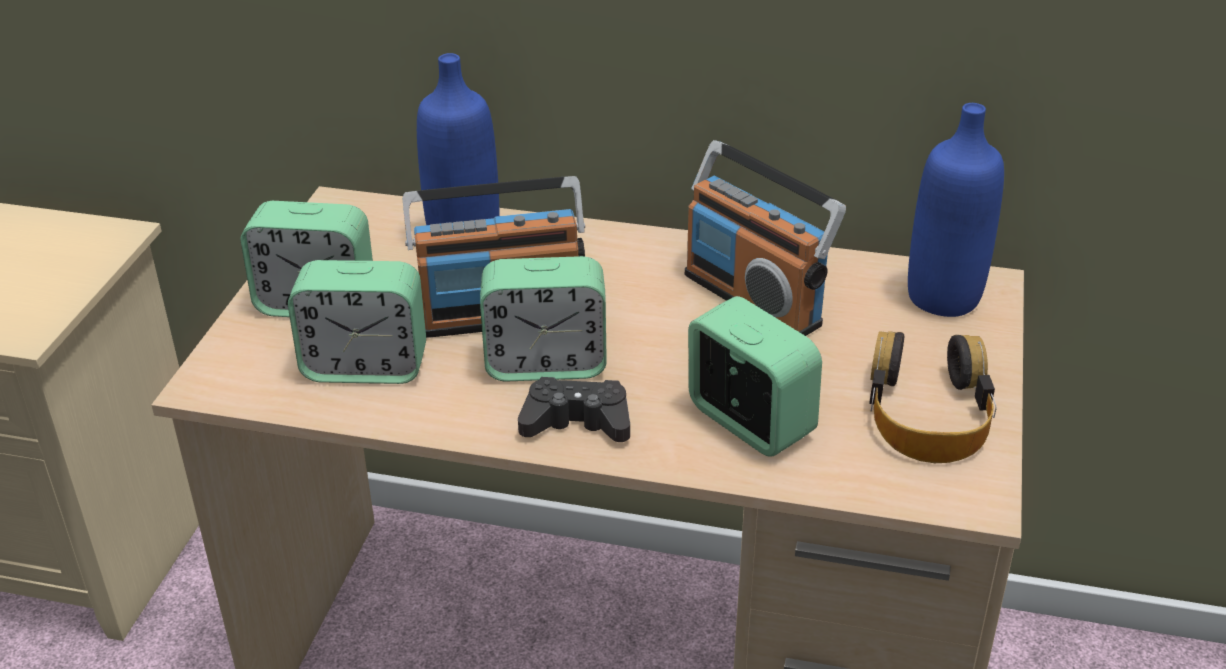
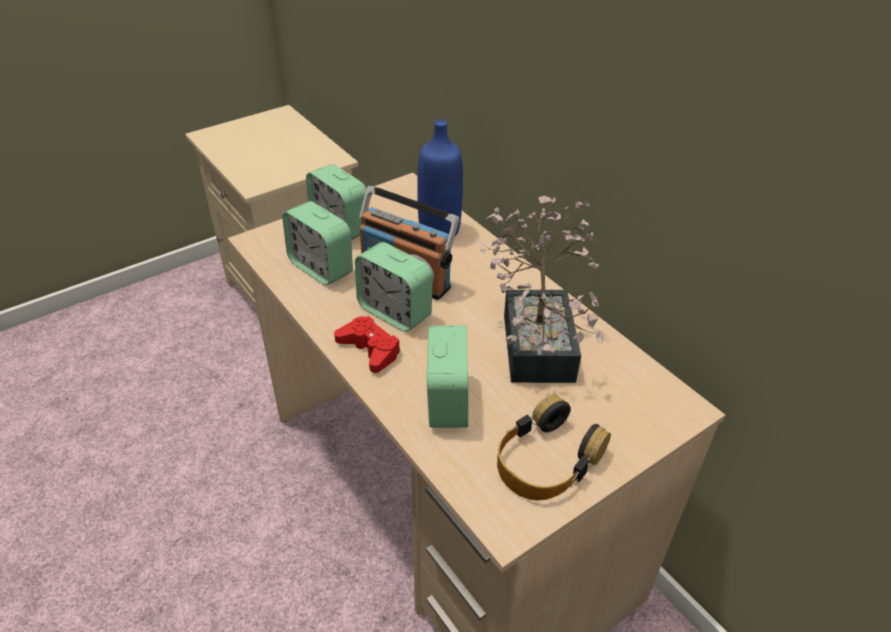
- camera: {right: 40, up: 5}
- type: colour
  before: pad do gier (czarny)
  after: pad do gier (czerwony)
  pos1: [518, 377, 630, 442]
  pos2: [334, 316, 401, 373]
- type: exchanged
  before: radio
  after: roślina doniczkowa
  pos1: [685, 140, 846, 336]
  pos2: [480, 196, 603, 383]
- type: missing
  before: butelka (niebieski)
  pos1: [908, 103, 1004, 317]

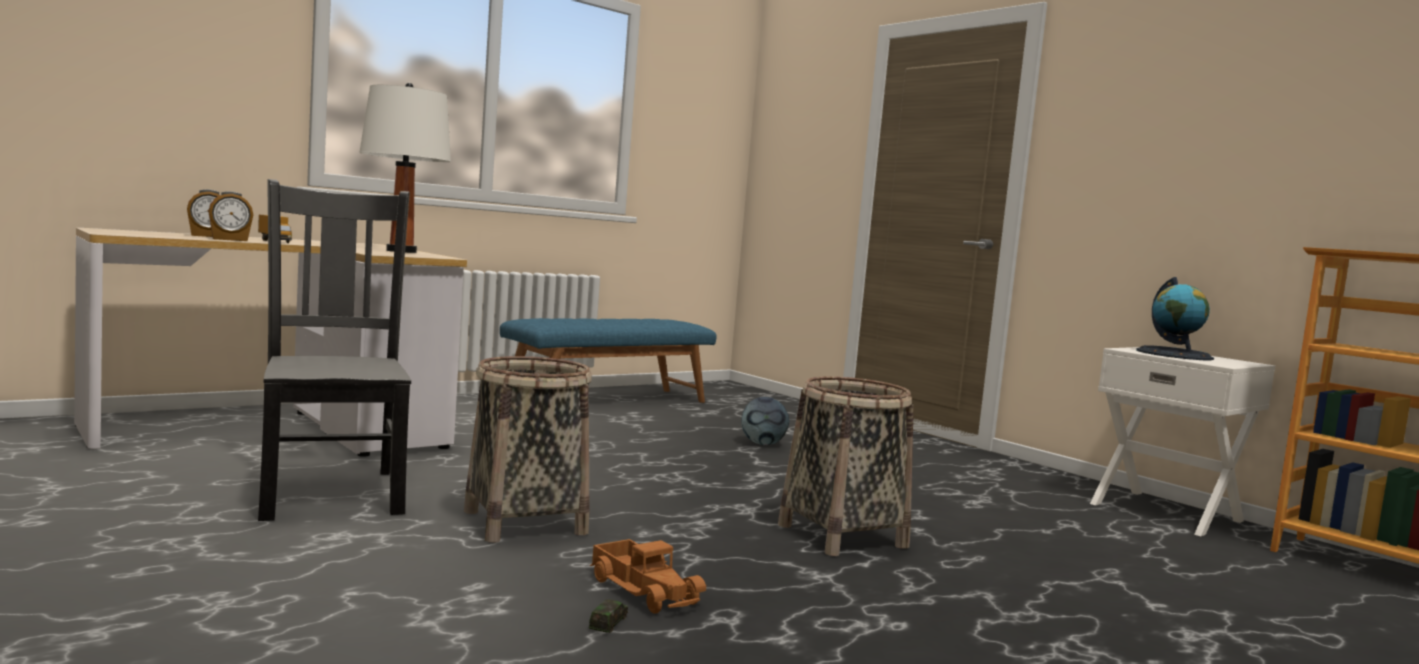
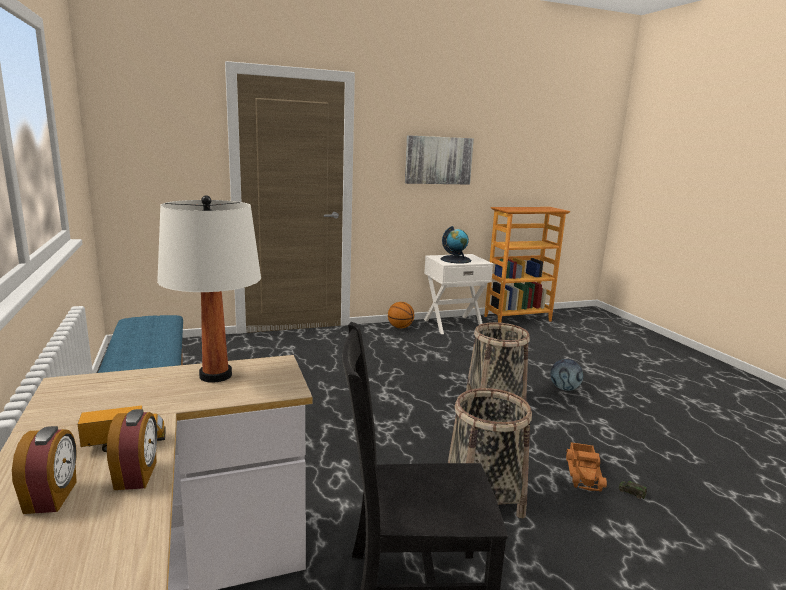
- camera: {right: -70, up: 10}
- type: spun
  before: ciężarówka zabawkowa
  pos1: [589, 539, 706, 614]
  pos2: [566, 442, 607, 492]
  turn: 120
- type: relocated
  before: piłka futbolowa
  pos1: [741, 397, 790, 445]
  pos2: [550, 359, 583, 391]
- type: appeared
  after: piłka do koszykówki
  pos2: [388, 302, 414, 328]
- type: appeared
  after: obraz
  pos2: [405, 135, 474, 184]

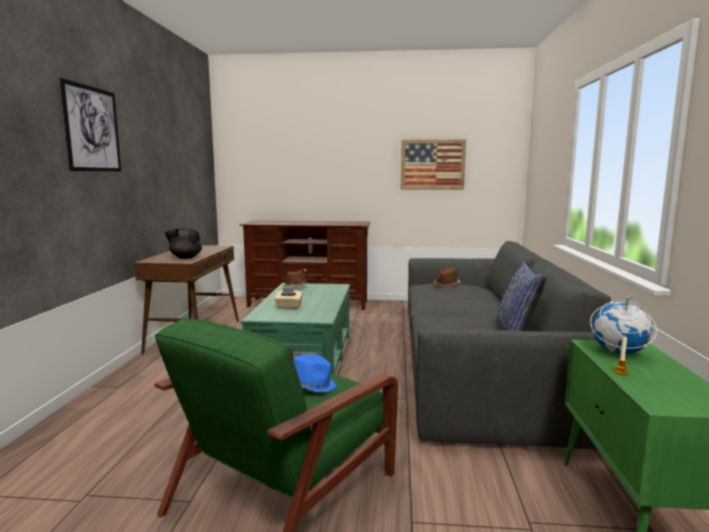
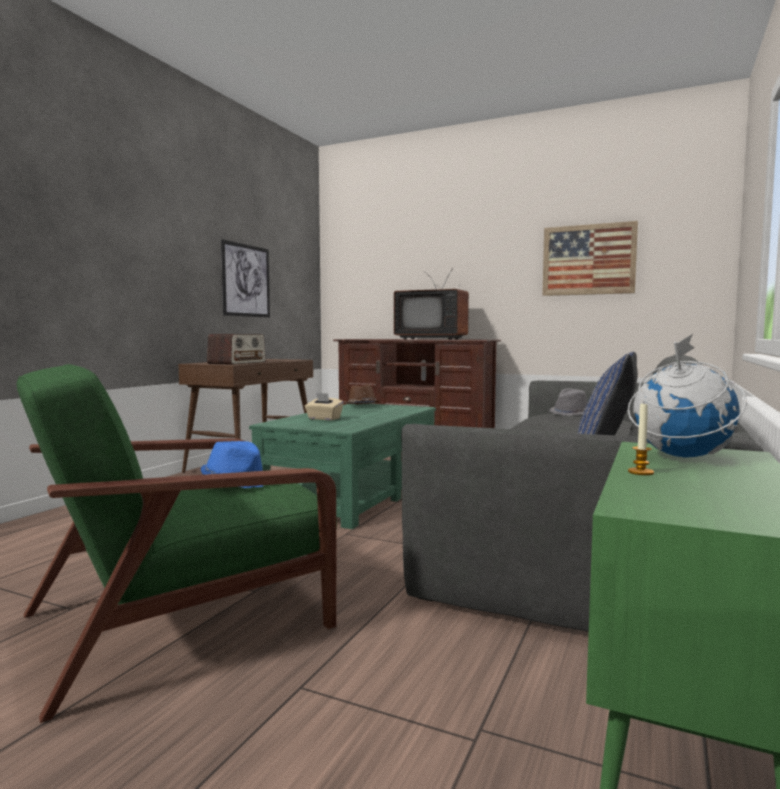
- camera: {right: 20, up: -5}
- type: relocated
  before: obraz
  pos1: [59, 78, 121, 171]
  pos2: [221, 239, 270, 317]
- type: exchanged
  before: imbryk (czarny)
  after: radio
  pos1: [165, 227, 202, 259]
  pos2: [207, 334, 266, 365]
- type: colour
  before: kapelusz (brązowy)
  after: kapelusz (szary)
  pos1: [433, 267, 461, 288]
  pos2: [550, 388, 587, 416]
- type: appeared
  after: telewizor
  pos2: [394, 268, 469, 340]

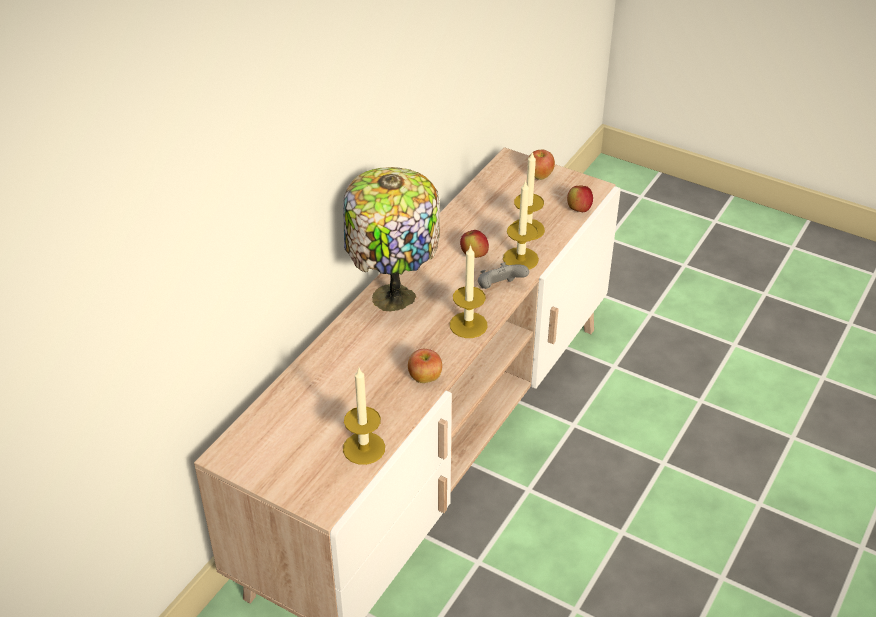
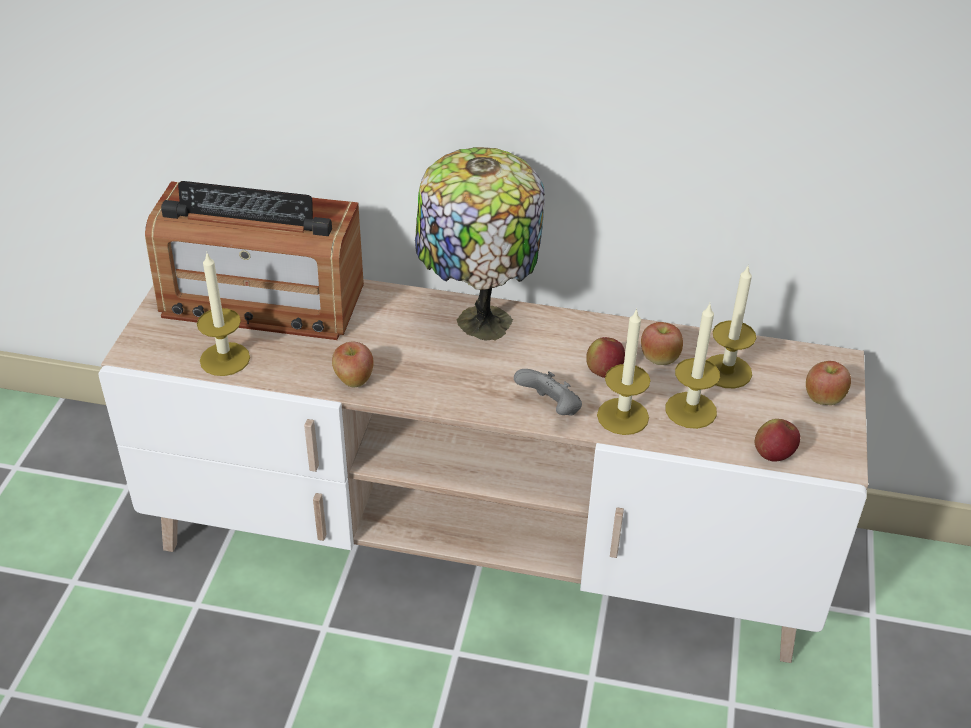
- camera: {right: 70, up: 0}
- type: relocated
  before: świeca
  pos1: [450, 245, 488, 338]
  pos2: [707, 264, 756, 388]
- type: appeared
  after: radio
  pos2: [145, 181, 364, 340]
- type: appeared
  after: jabłko
  pos2: [641, 322, 683, 365]

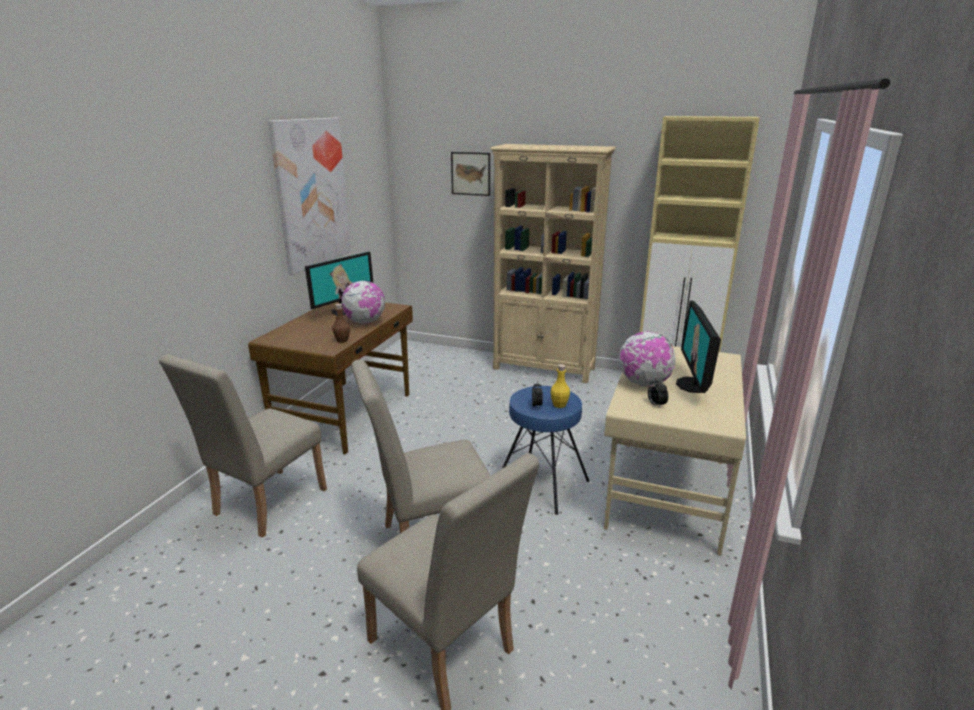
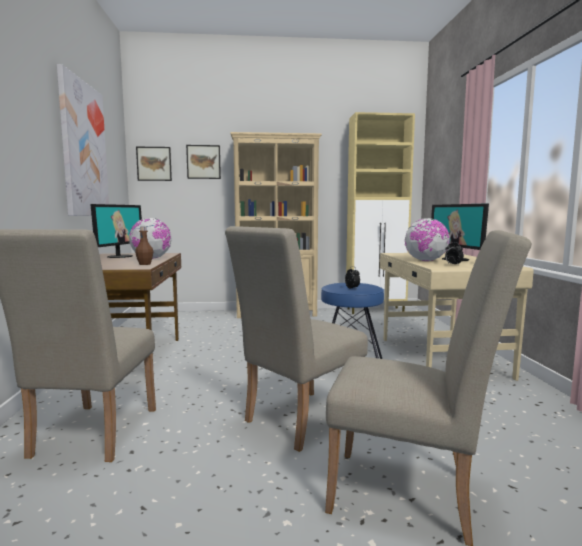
- camera: {right: -25, up: -15}
- type: missing
  before: butelka (żółty)
  pos1: [551, 364, 570, 408]
- type: appeared
  after: obraz
  pos2: [136, 147, 172, 181]

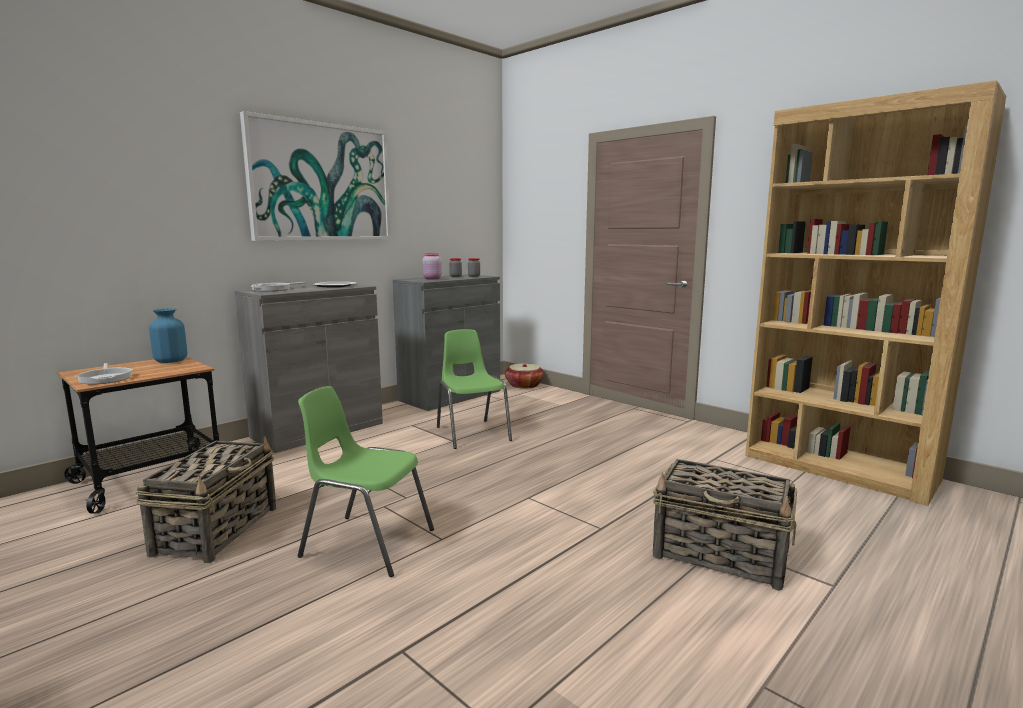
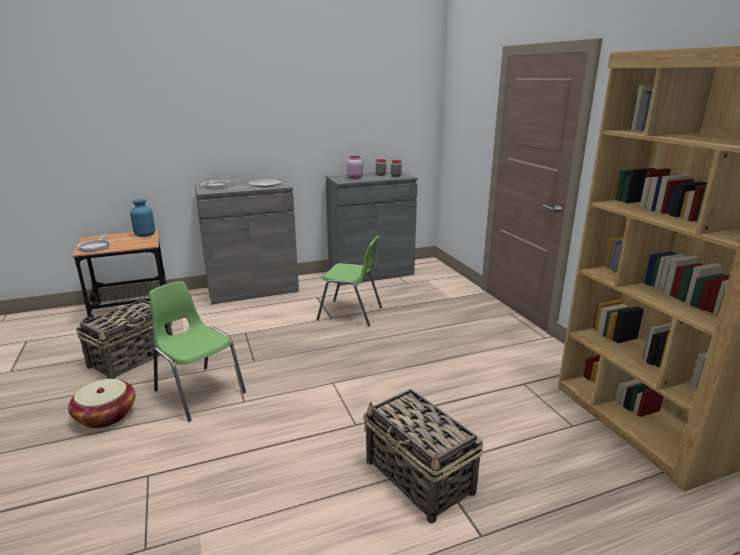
- camera: {right: 25, up: 10}
- type: missing
  before: obraz
  pos1: [240, 111, 391, 241]
- type: spun
  before: krzesło (zielony)
  pos1: [437, 329, 512, 449]
  pos2: [317, 236, 382, 327]
  turn: 105
- type: relocated
  before: koszyk
  pos1: [505, 363, 544, 389]
  pos2: [68, 379, 135, 428]

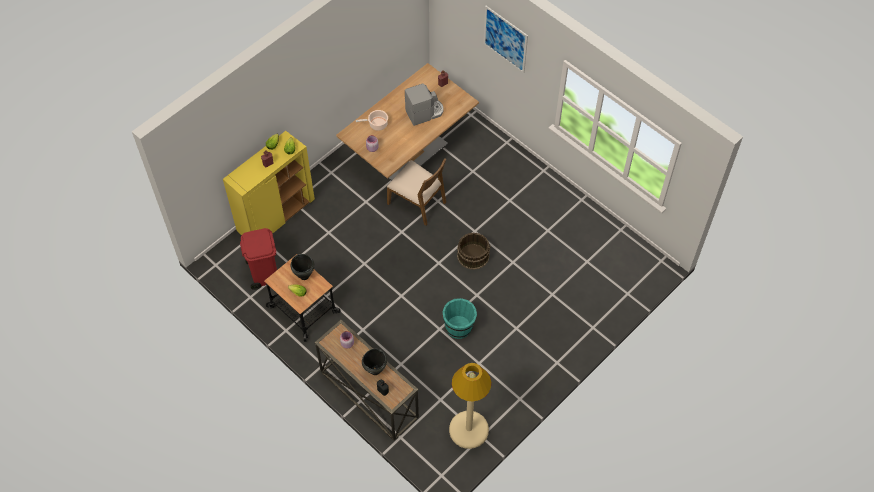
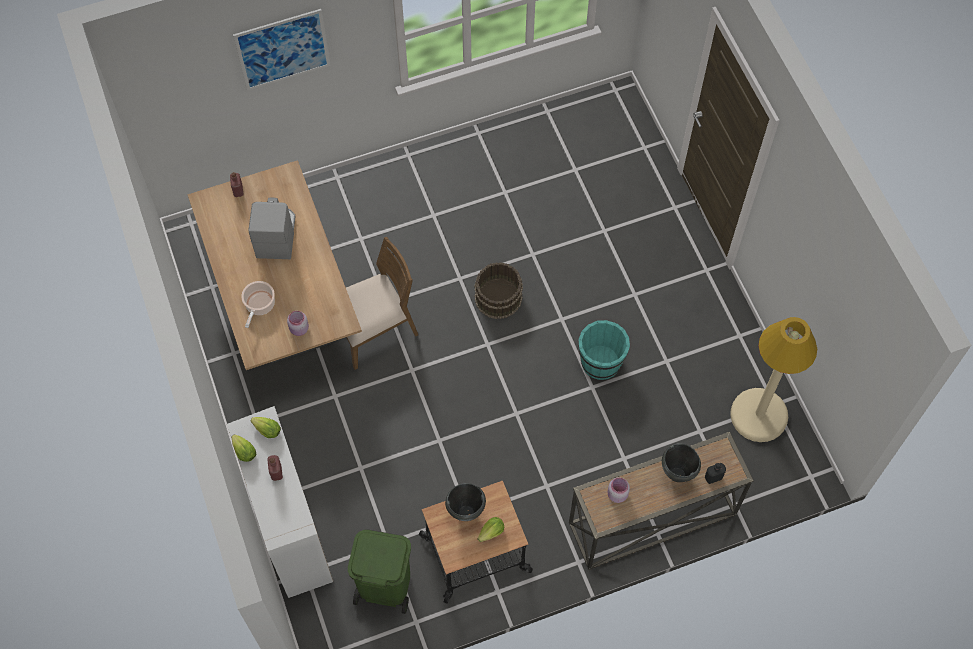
- camera: {right: -65, up: 5}
- type: colour
  before: szafka (żółty)
  after: szafka (biały)
  pos1: [223, 131, 315, 235]
  pos2: [227, 406, 333, 598]
- type: colour
  before: kosz na śmieci (czerwony)
  after: kosz na śmieci (zielony)
  pos1: [240, 228, 277, 290]
  pos2: [348, 530, 411, 614]

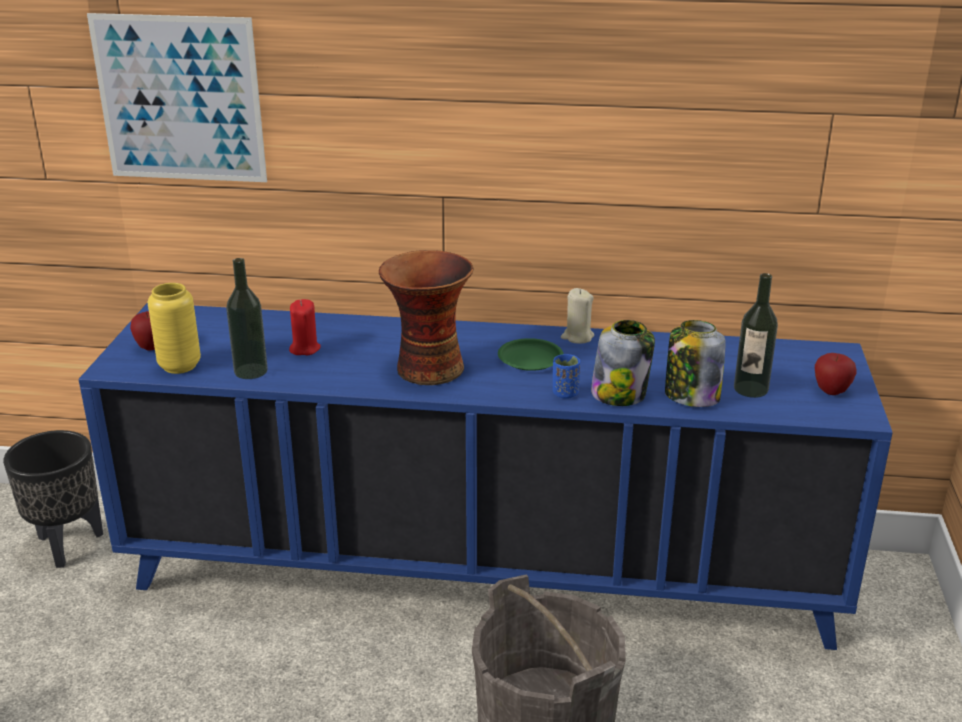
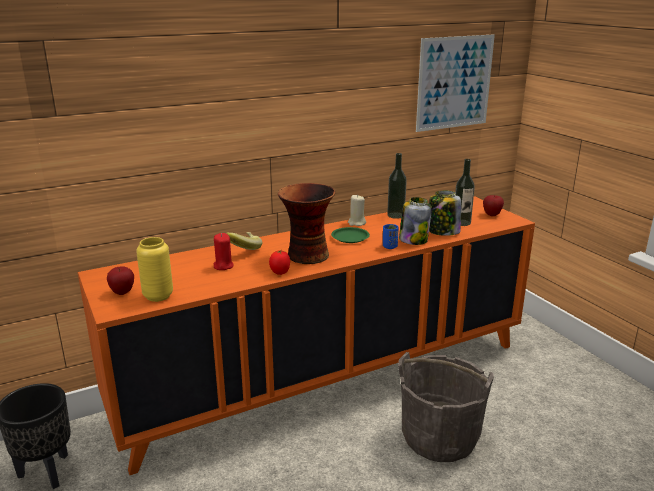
- camera: {right: -35, up: -5}
- type: colour
  before: szafka (niebieski)
  after: szafka (pomarańczowy)
  pos1: [79, 303, 893, 650]
  pos2: [78, 196, 535, 475]
- type: relocated
  before: obraz
  pos1: [87, 13, 267, 182]
  pos2: [416, 34, 495, 132]
- type: relocated
  before: butelka
  pos1: [226, 258, 268, 379]
  pos2: [387, 153, 407, 219]
- type: appeared
  after: banan
  pos2: [226, 232, 262, 250]
- type: appeared
  after: pomidor
  pos2: [269, 250, 290, 275]

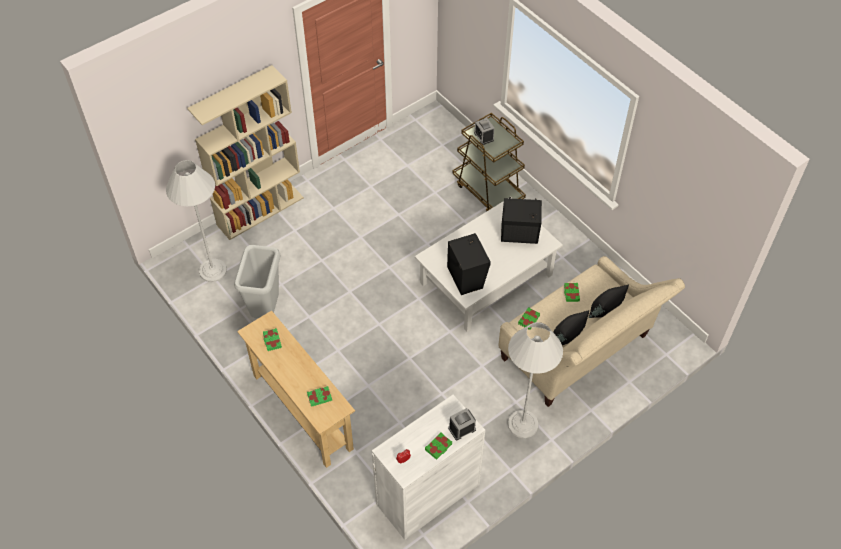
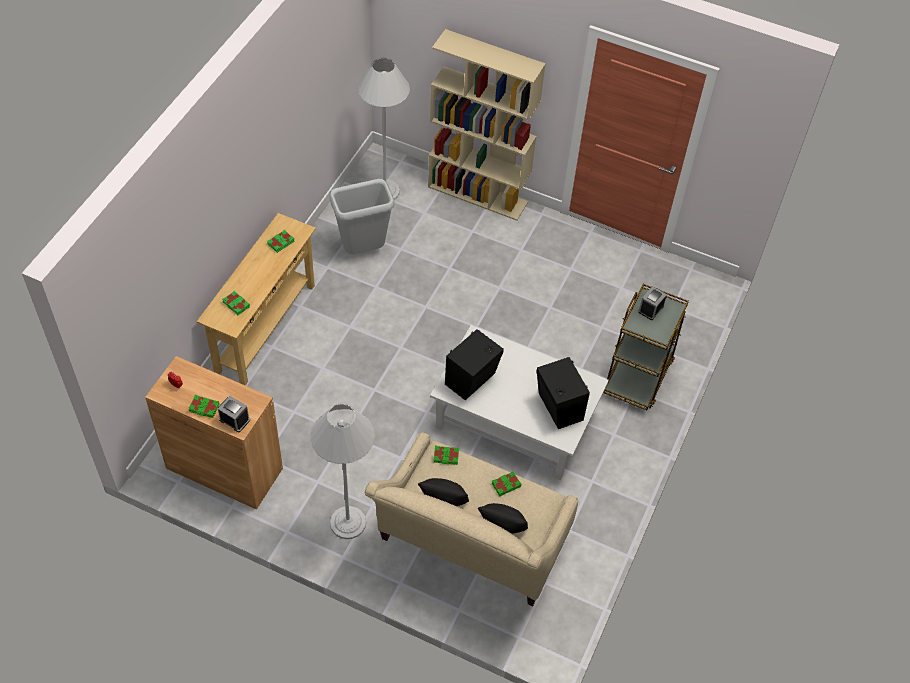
- camera: {right: 60, up: 0}
- type: colour
  before: szafka (biały)
  after: szafka (brązowy)
  pos1: [372, 395, 485, 540]
  pos2: [145, 356, 283, 510]

